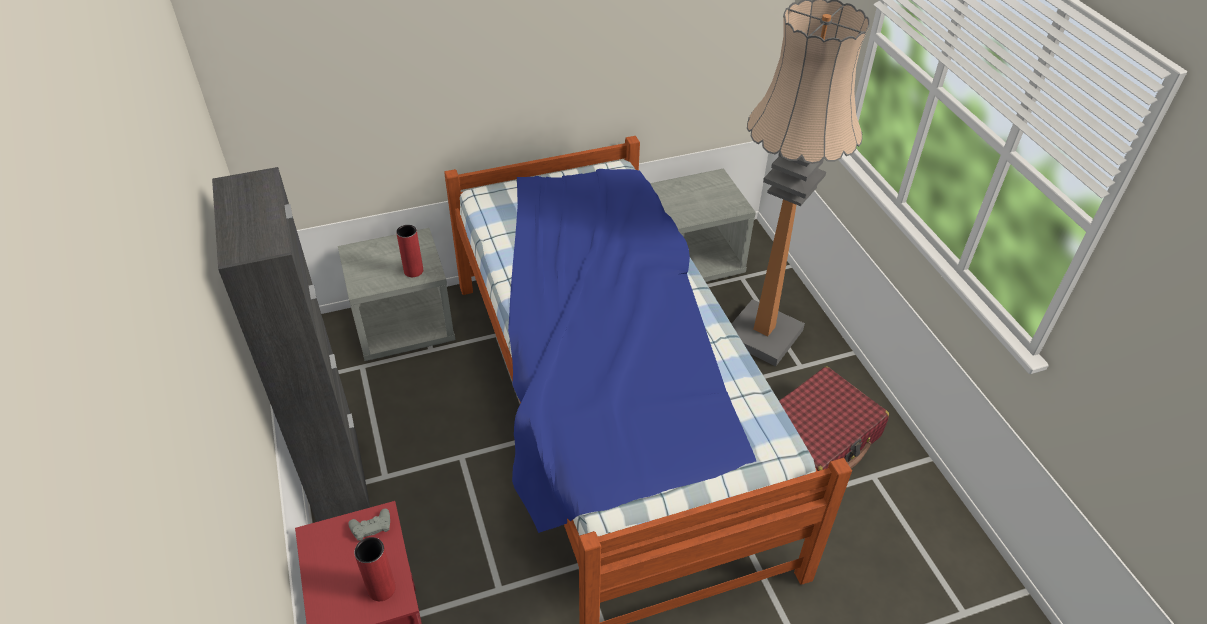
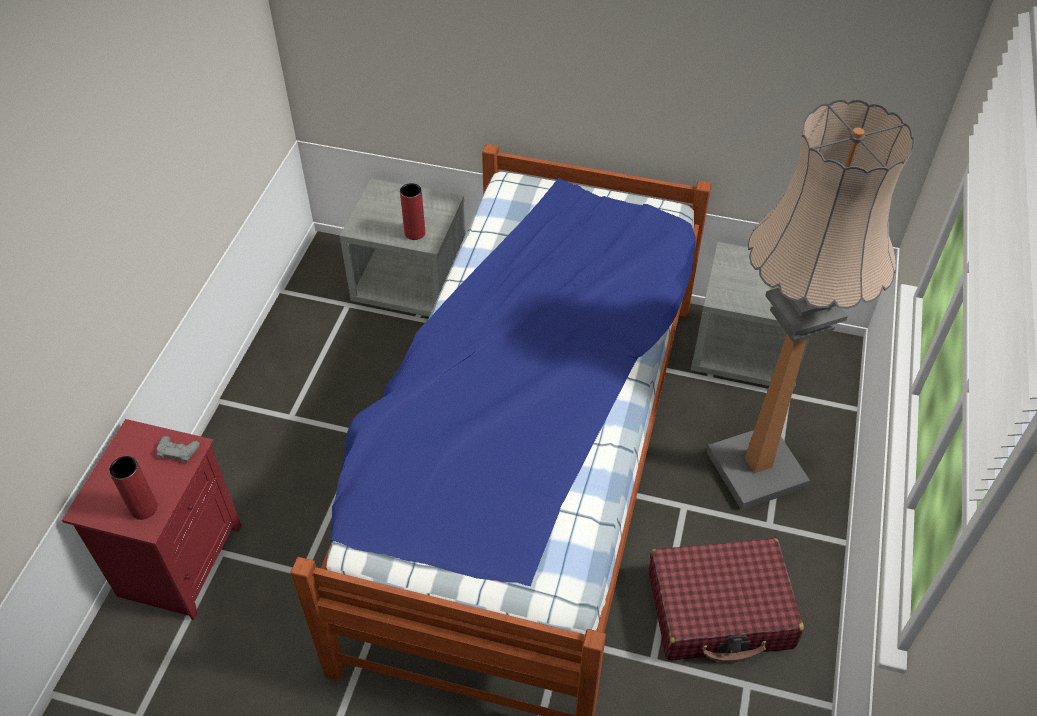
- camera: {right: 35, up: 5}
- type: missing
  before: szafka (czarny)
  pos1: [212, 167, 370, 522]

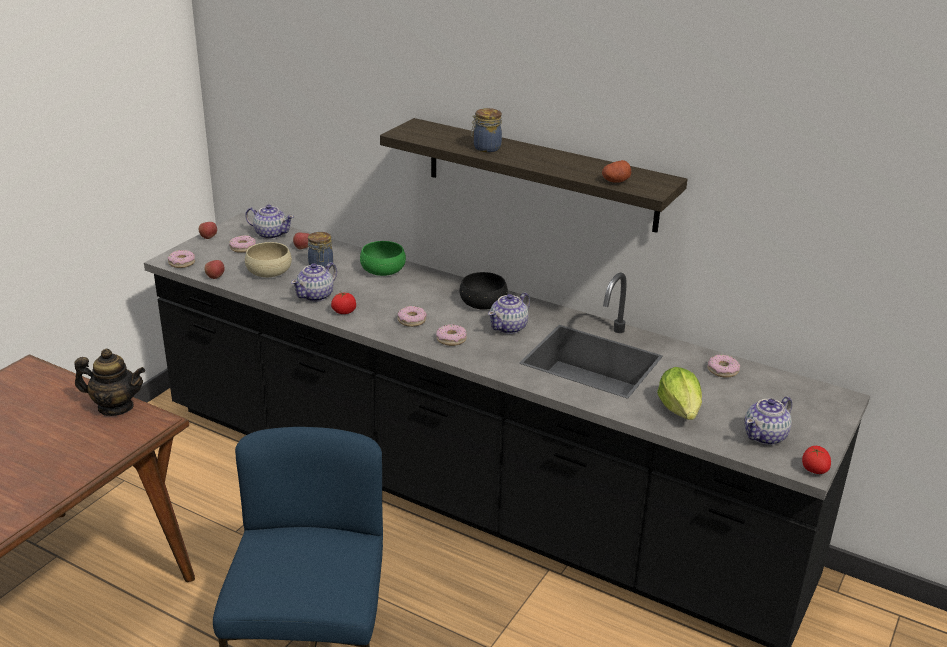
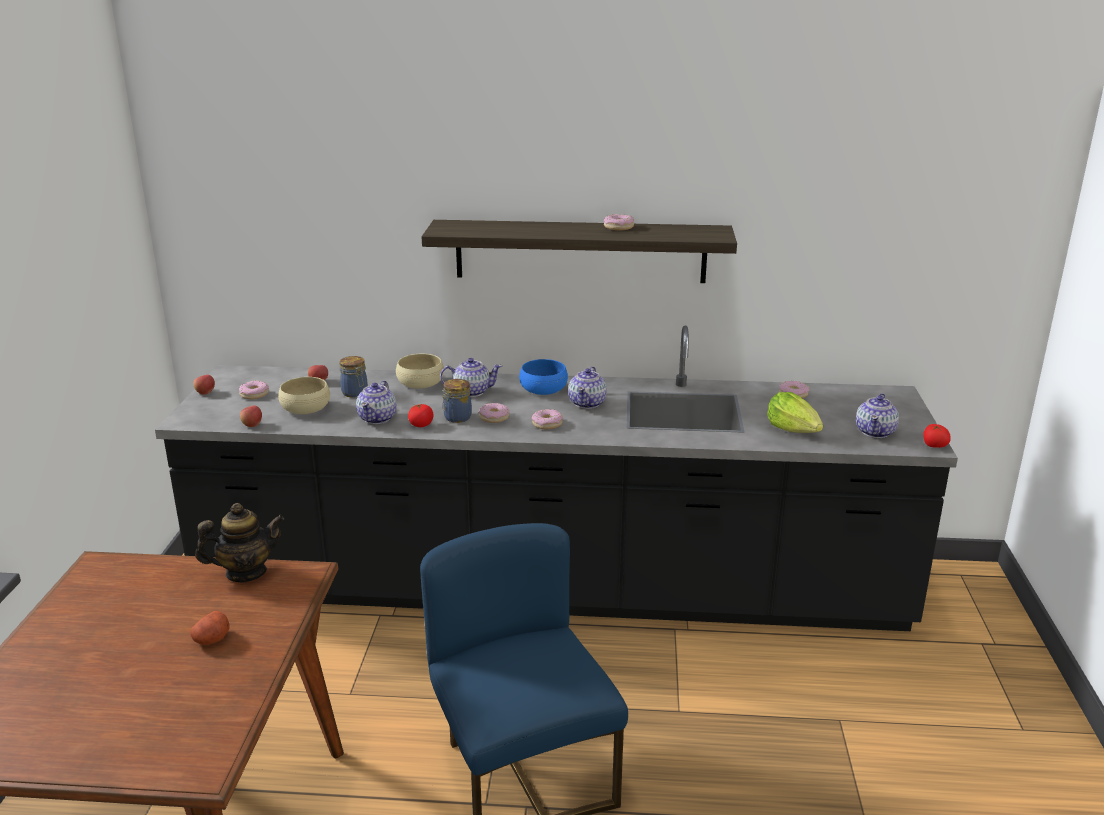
- camera: {right: -25, up: -5}
- type: relocated
  before: donut
  pos1: [167, 250, 195, 268]
  pos2: [604, 214, 634, 230]
- type: relocated
  before: imbryk
  pos1: [245, 205, 294, 239]
  pos2: [440, 358, 502, 397]
- type: colour
  before: miska (zielony)
  after: miska (beżowy)
  pos1: [360, 241, 406, 276]
  pos2: [396, 354, 444, 389]
- type: colour
  before: miska (czarny)
  after: miska (niebieski)
  pos1: [459, 272, 508, 310]
  pos2: [519, 359, 568, 395]
- type: relocated
  before: słoik
  pos1: [471, 108, 502, 152]
  pos2: [442, 379, 472, 423]
- type: relocated
  before: ziemniak
  pos1: [602, 160, 631, 183]
  pos2: [190, 611, 230, 645]

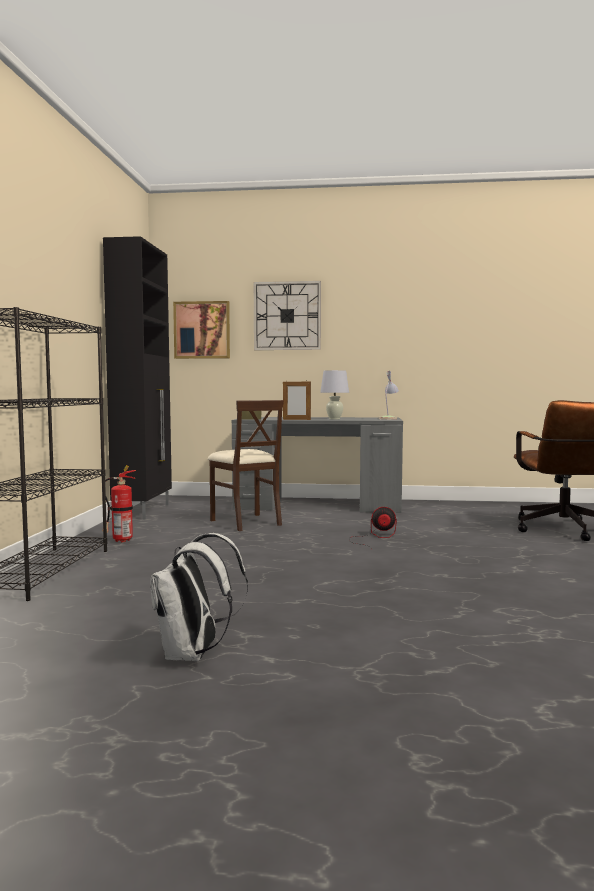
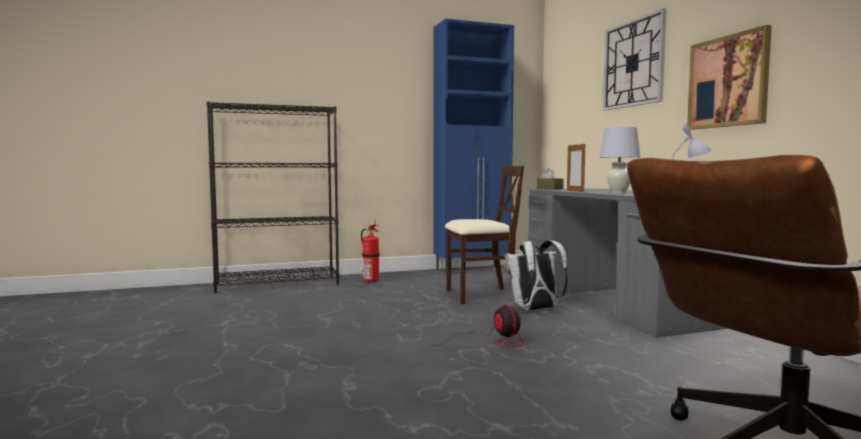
- camera: {right: 65, up: 0}
- type: colour
  before: szafka (czarny)
  after: szafka (niebieski)
  pos1: [103, 236, 172, 519]
  pos2: [433, 19, 514, 275]
- type: relocated
  before: plecak (biały)
  pos1: [150, 533, 248, 661]
  pos2: [505, 240, 568, 311]
- type: relocated
  before: obraz
  pos1: [173, 301, 230, 359]
  pos2: [687, 25, 772, 130]
- type: spun
  before: krzesło (beżowy)
  pos1: [208, 400, 284, 531]
  pos2: [445, 166, 524, 304]
  turn: -135

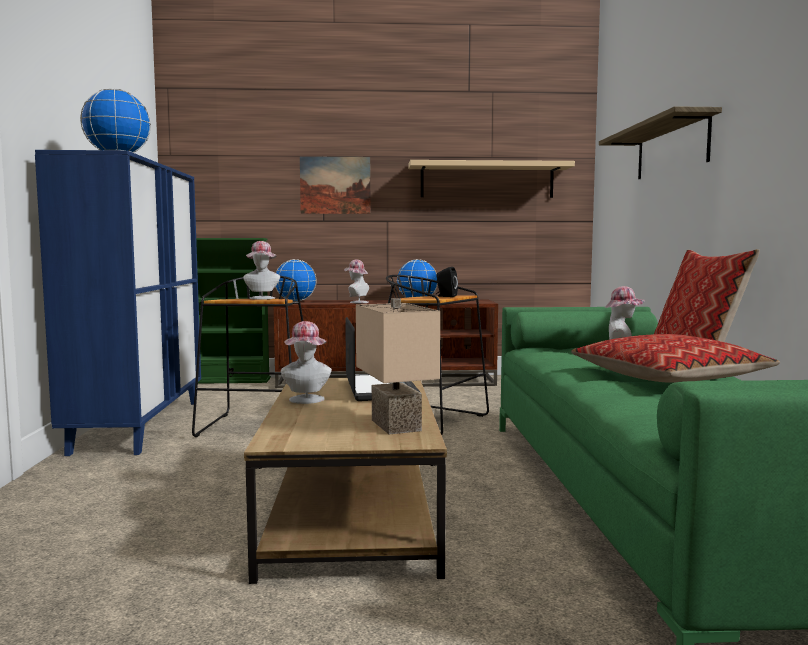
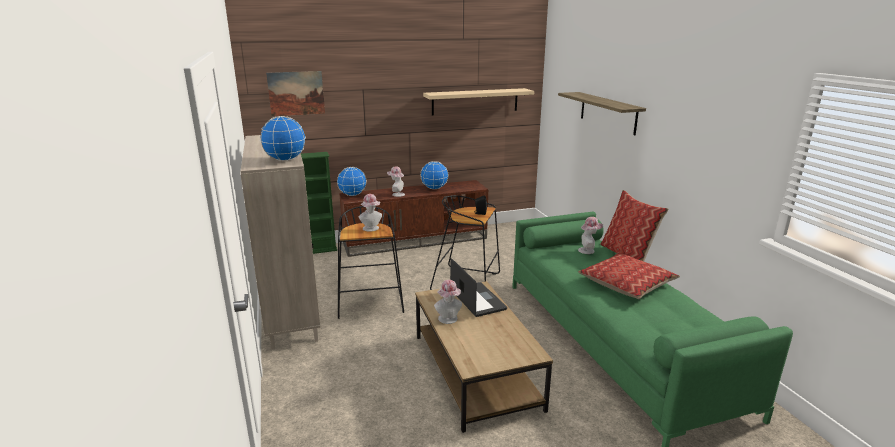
- camera: {right: -15, up: 15}
- type: colour
  before: szafka (niebieski)
  after: szafka (beżowy)
  pos1: [35, 150, 201, 456]
  pos2: [240, 135, 320, 350]
- type: relocated
  before: obraz
  pos1: [300, 156, 371, 214]
  pos2: [266, 71, 325, 116]
- type: missing
  before: lampa stołowa (beżowy)
  pos1: [356, 298, 440, 434]

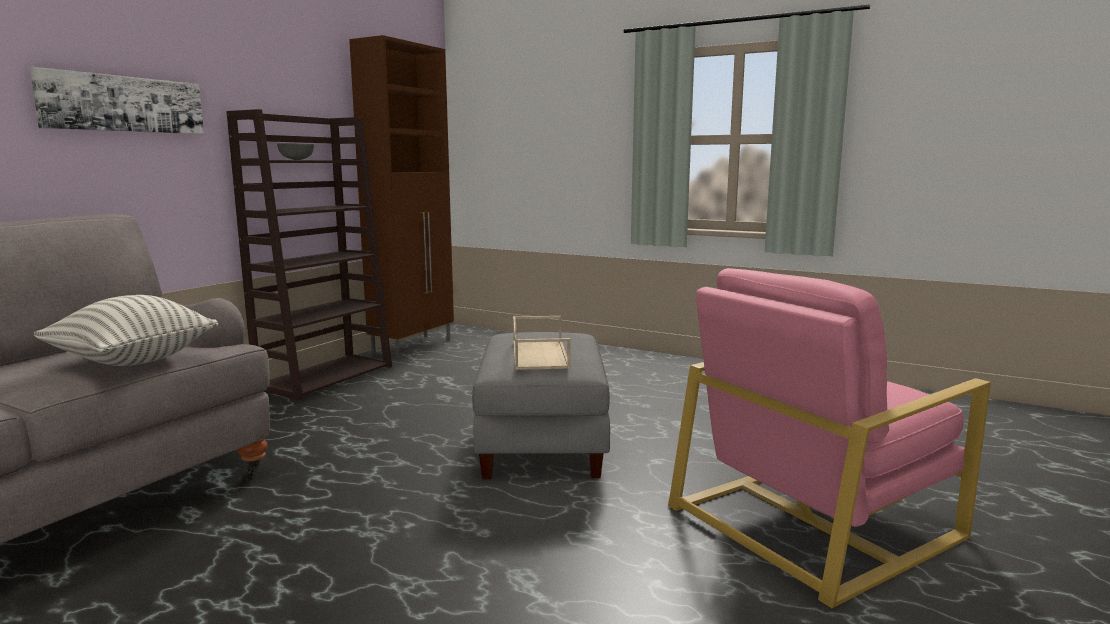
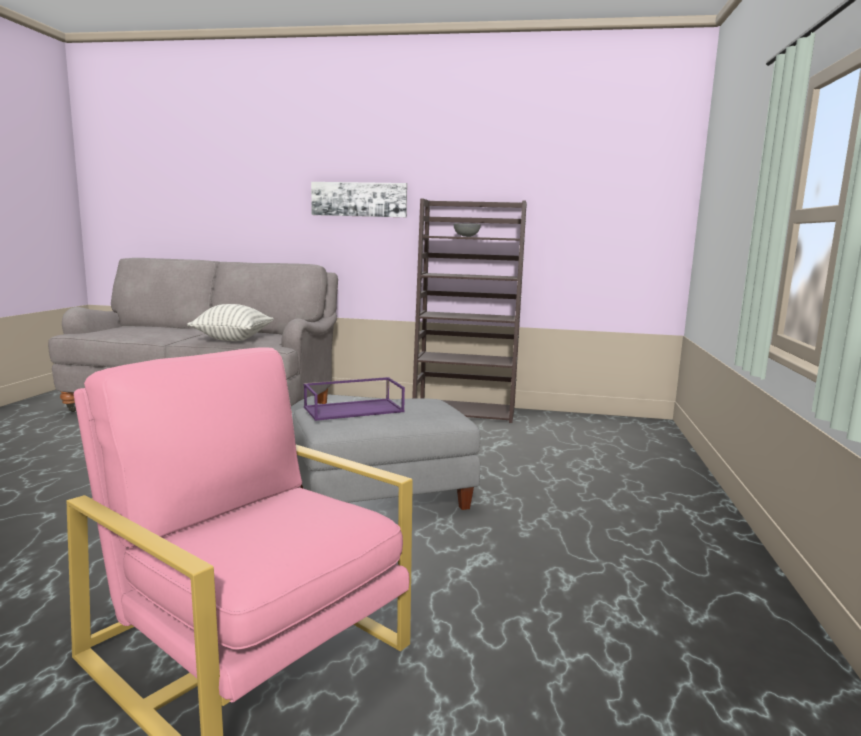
- camera: {right: 70, up: 0}
- type: missing
  before: szafka (brązowy)
  pos1: [349, 35, 454, 358]
- type: colour
  before: taca (beżowy)
  after: taca (fioletowy)
  pos1: [513, 316, 570, 370]
  pos2: [304, 377, 405, 421]

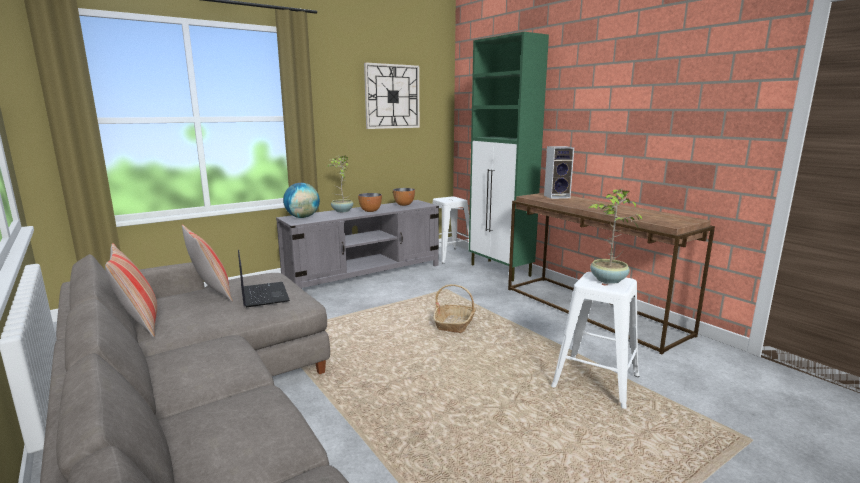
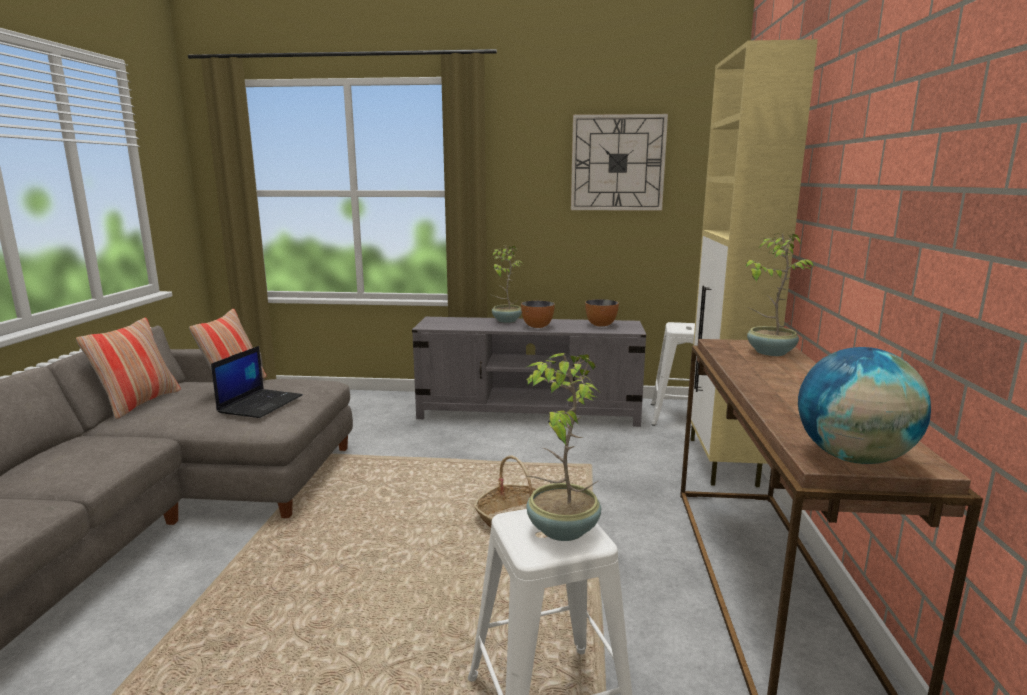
- camera: {right: 40, up: 0}
- type: relocated
  before: globus
  pos1: [283, 183, 320, 218]
  pos2: [798, 347, 931, 464]
- type: colour
  before: szafka (zielony)
  after: szafka (beżowy)
  pos1: [469, 32, 549, 281]
  pos2: [691, 39, 818, 487]
- type: exchanged
  before: głośnik
  after: roślina doniczkowa
  pos1: [544, 146, 574, 199]
  pos2: [746, 233, 815, 356]

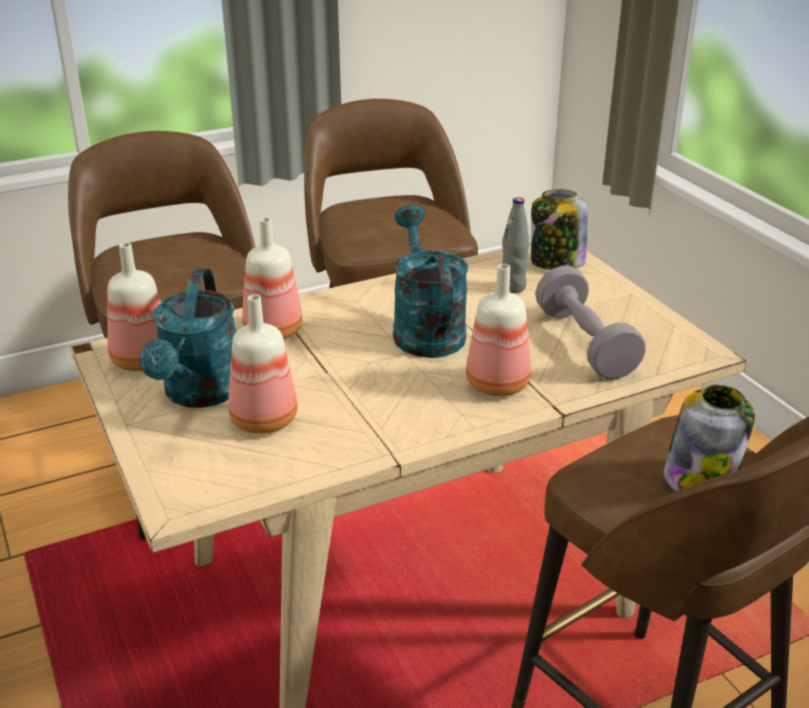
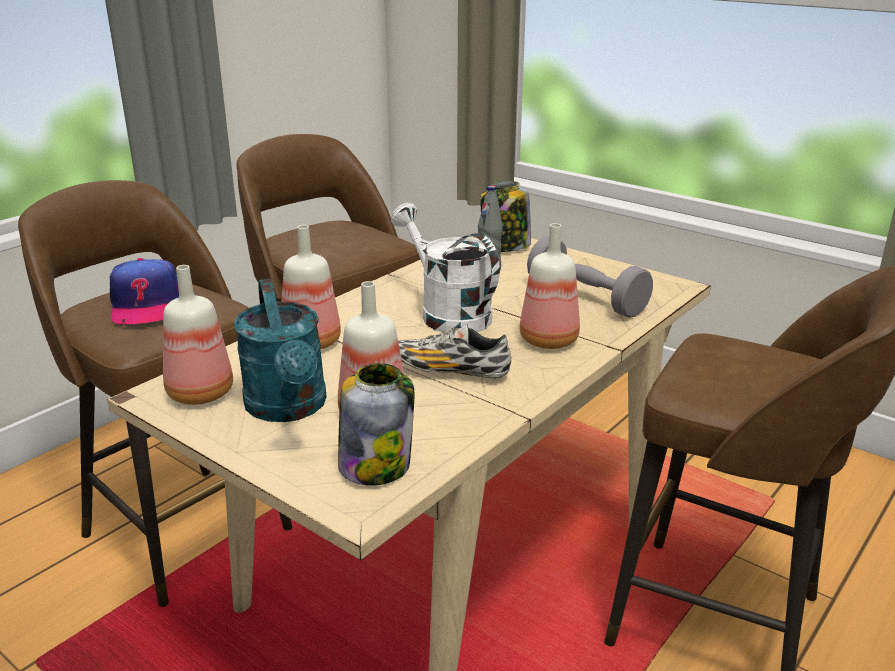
- camera: {right: -25, up: -5}
- type: colour
  before: konewka (turkusowy)
  after: konewka (biały)
  pos1: [393, 205, 469, 358]
  pos2: [391, 203, 500, 333]
- type: relocated
  before: słoik
  pos1: [663, 385, 755, 491]
  pos2: [338, 363, 414, 486]
- type: appeared
  after: czapka z daszkiem
  pos2: [110, 258, 179, 324]
- type: appeared
  after: but
  pos2: [398, 324, 511, 379]

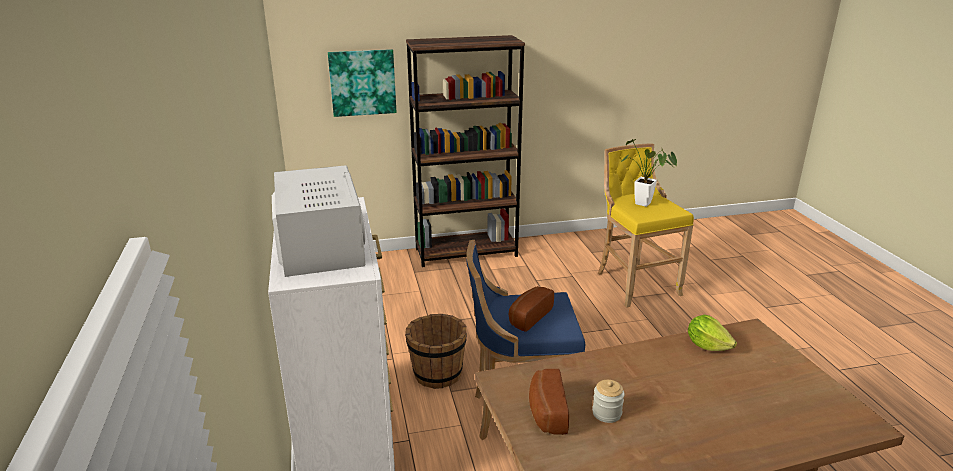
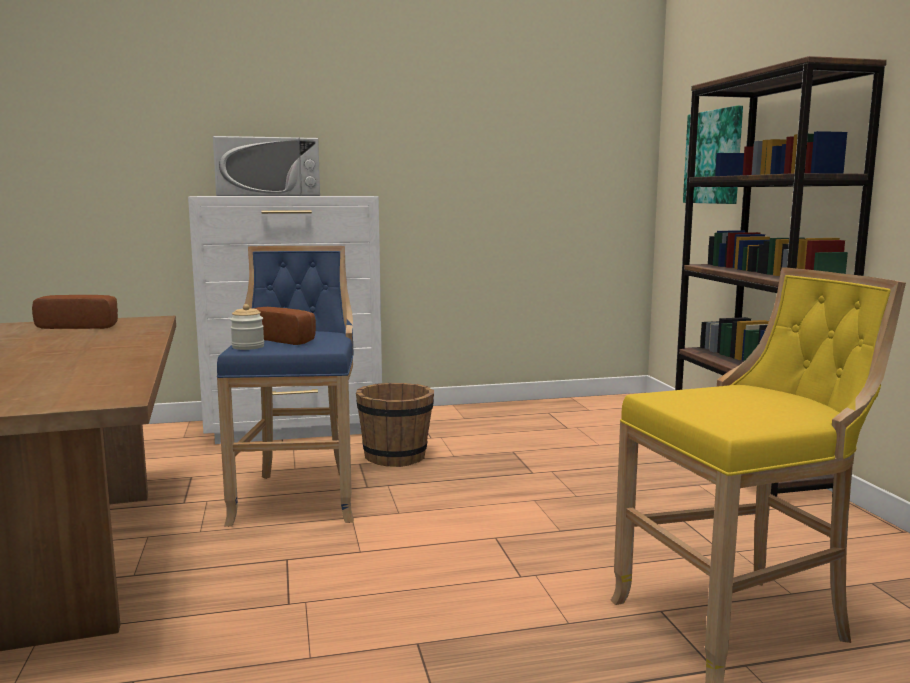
- camera: {right: 90, up: -15}
- type: relocated
  before: słoik
  pos1: [592, 380, 625, 423]
  pos2: [230, 304, 264, 350]
- type: missing
  before: roślina doniczkowa
  pos1: [621, 139, 677, 207]
- type: missing
  before: sałata
  pos1: [688, 315, 737, 351]

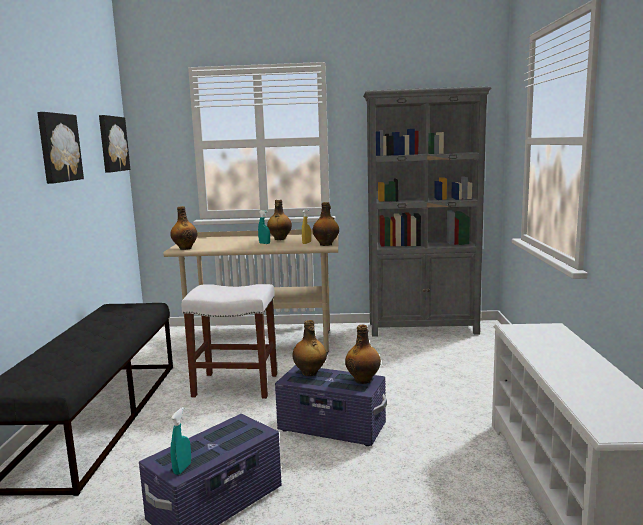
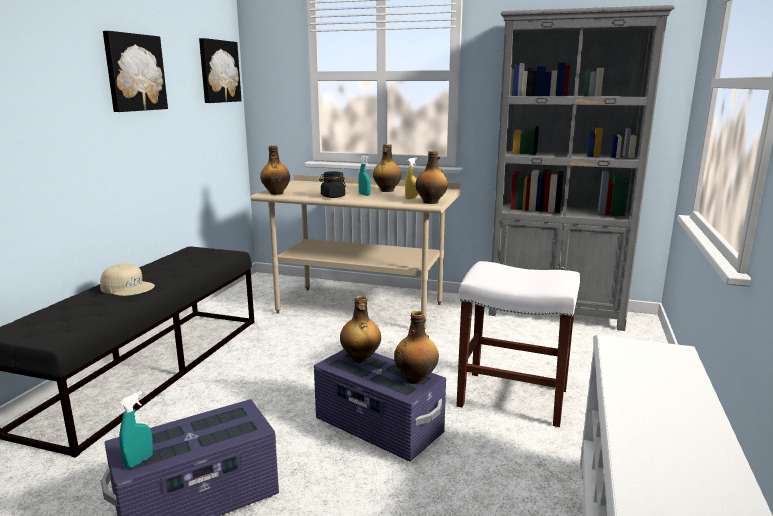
- camera: {right: 15, up: 5}
- type: relocated
  before: stołek (biały)
  pos1: [182, 284, 277, 399]
  pos2: [456, 261, 580, 427]
- type: appeared
  after: czapka z daszkiem (beżowy)
  pos2: [100, 263, 155, 296]
- type: appeared
  after: słoik (czarny)
  pos2: [319, 171, 346, 198]

